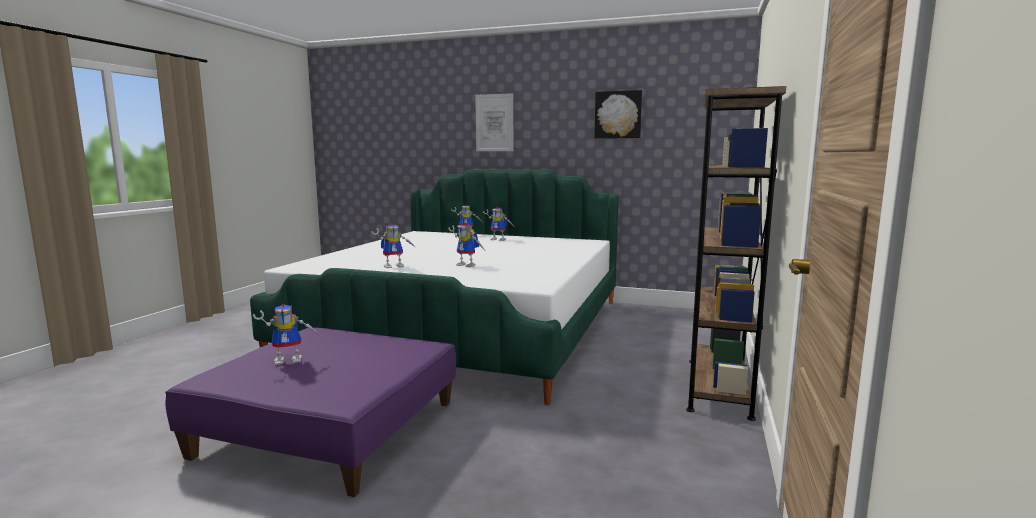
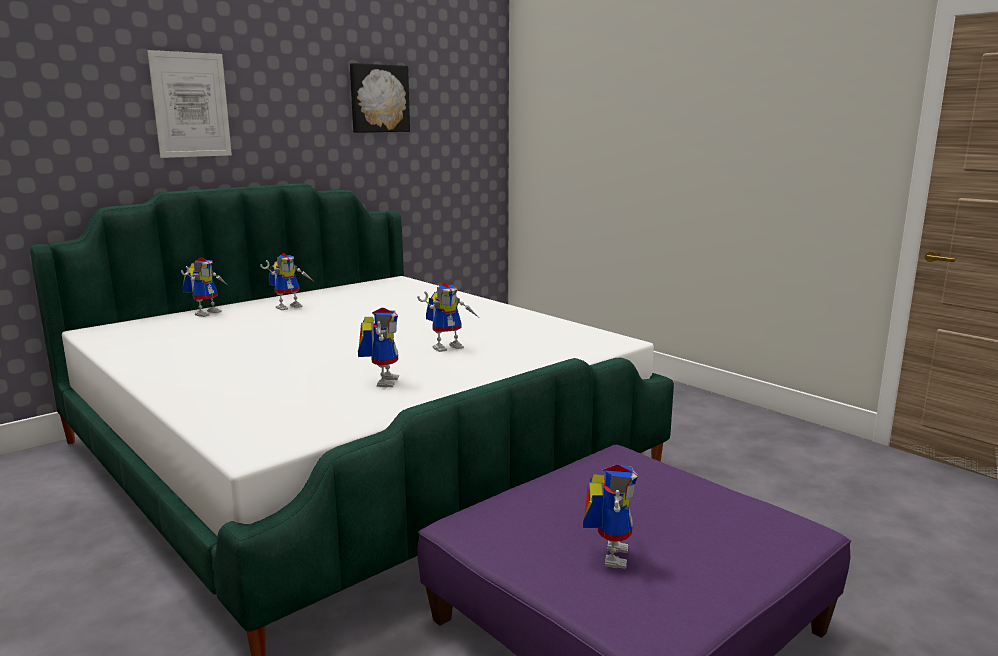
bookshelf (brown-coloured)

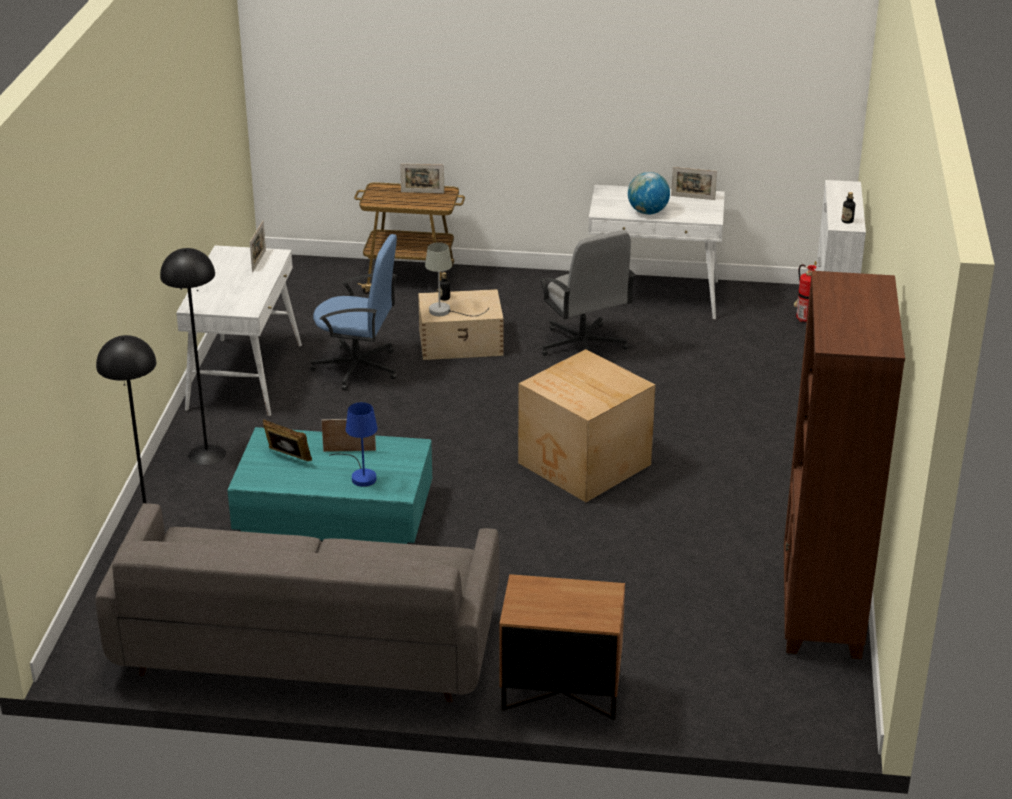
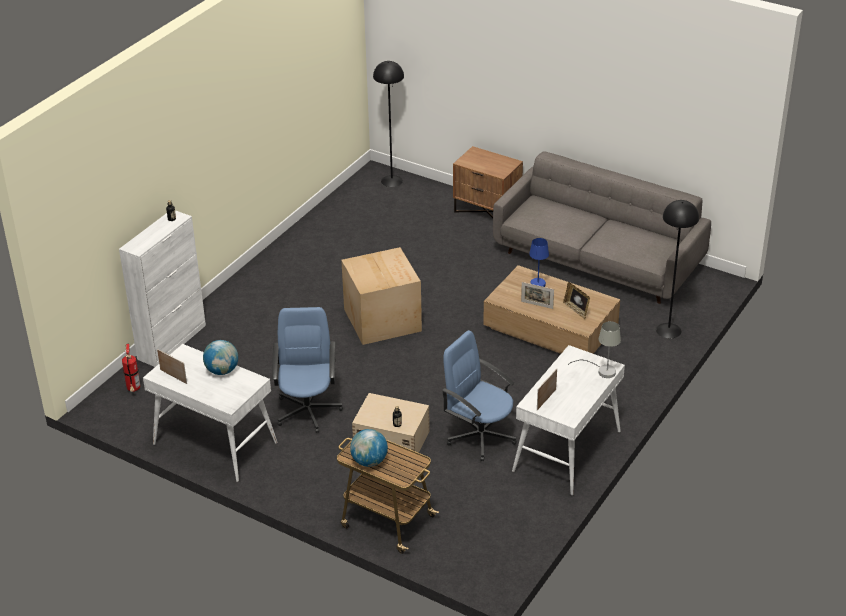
bookshelf (brown-coloured); floor lamp (blackish) (no. 1 from left); table lamp (grey); desk globe (no. 2 from left); lounge table (brown-coloured); office chair (blue) (no. 1 from left)

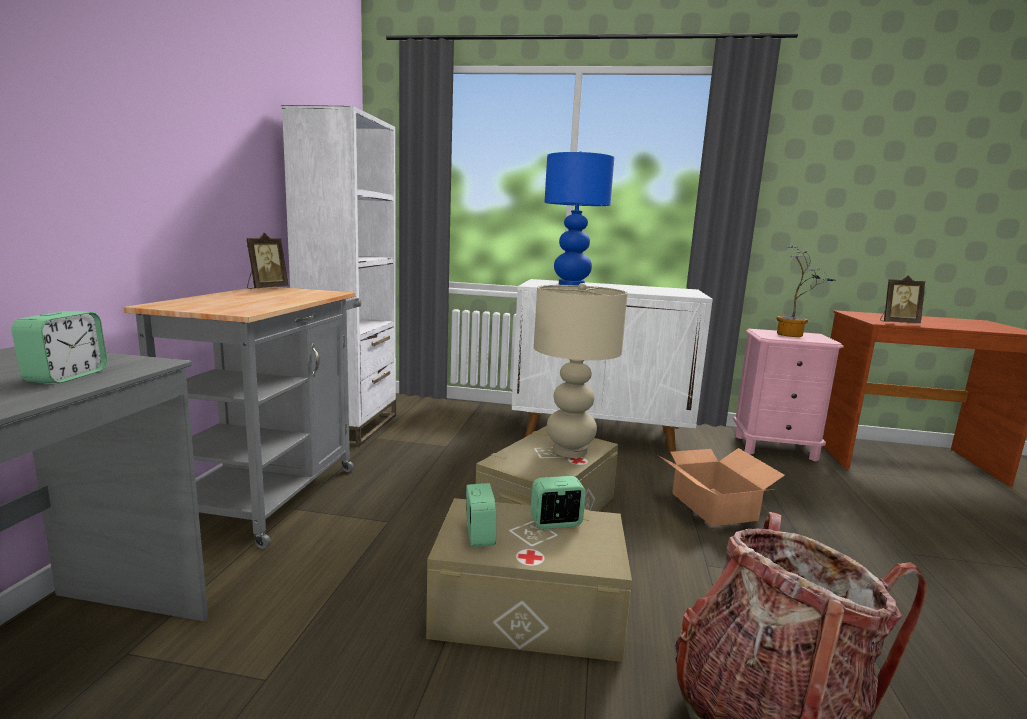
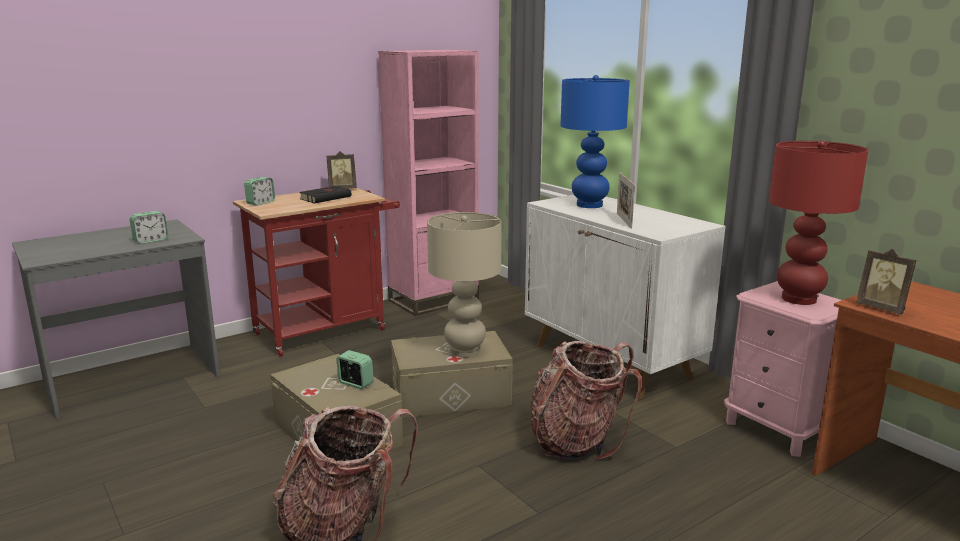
book (blackish); picture frame (no. 2 from left); alarm clock (no. 2 from left); backpack (no. 2 from left); table lamp (red); cart (red); bookshelf (pink)

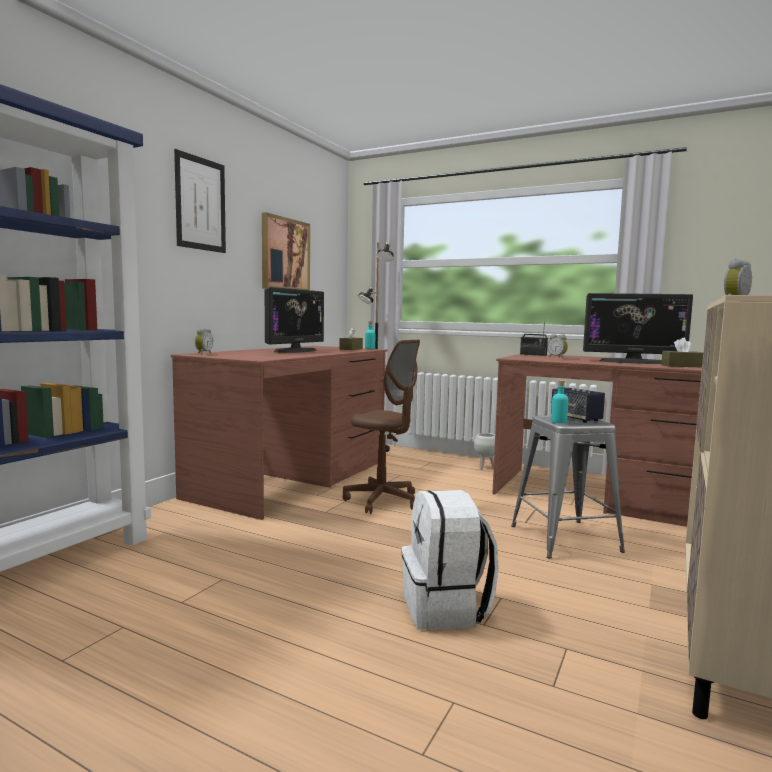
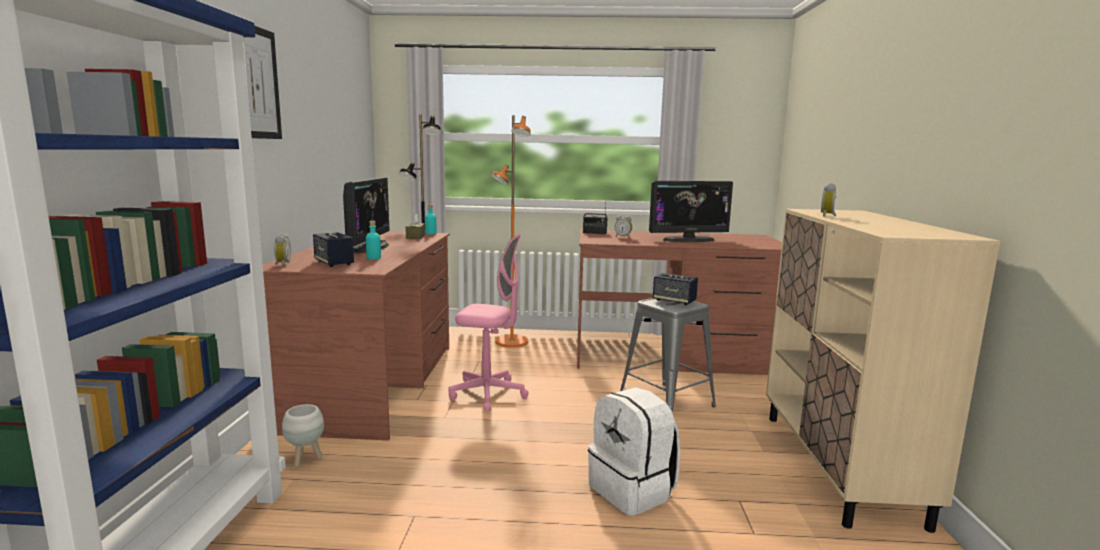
picture (no. 2 from left in the first image); tissue box (brown-coloured) (no. 2 from left in the first image); loudspeaker (no. 1 from left); floor lamp (orange); plant pot (white); bottle (turquoise-coloured) (no. 1 from left); office chair (pink)

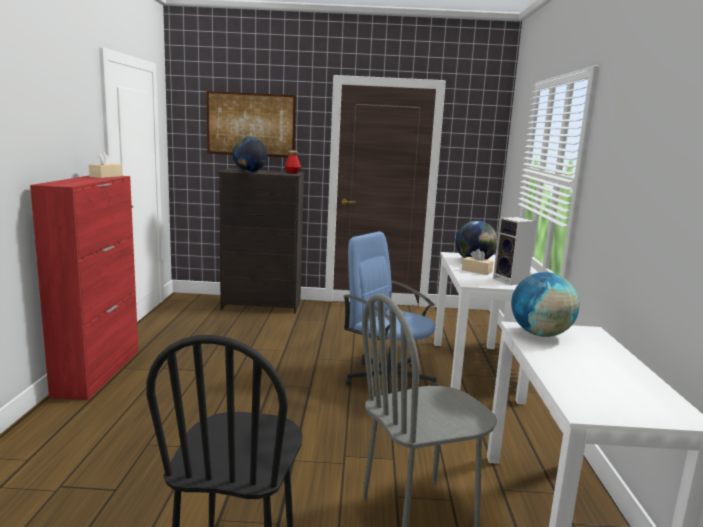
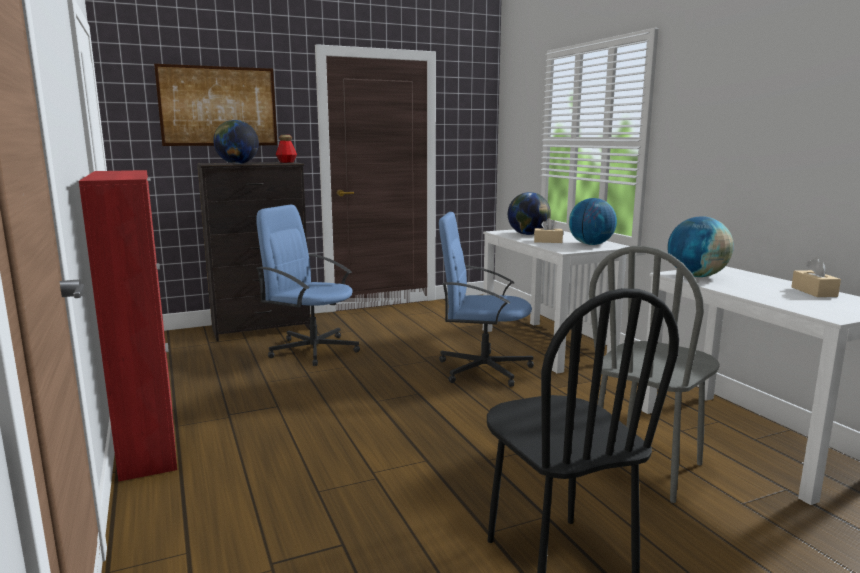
office chair (blue) (no. 1 from left); tissue box (beige-coloured) (no. 2 from left); desk globe (no. 3 from left)

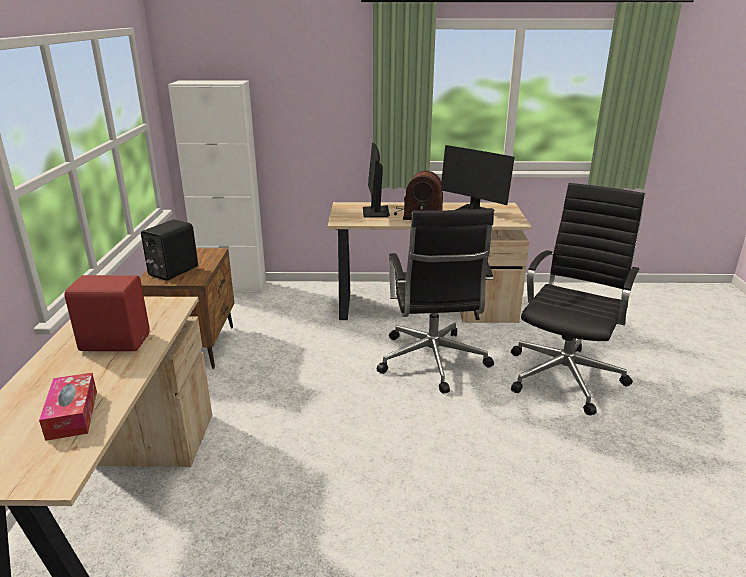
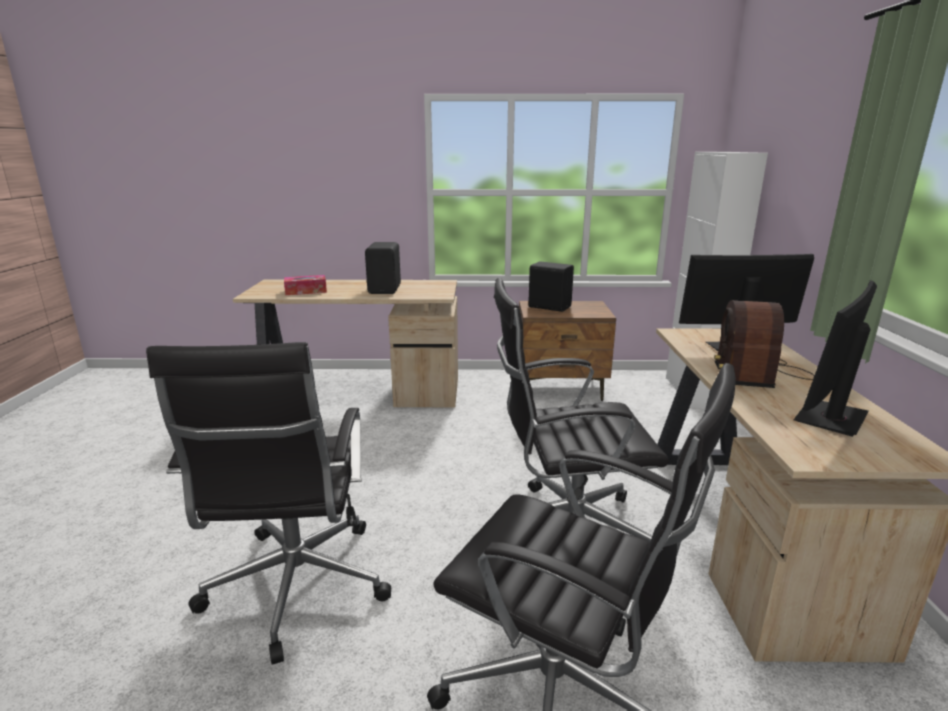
office chair (blackish) (no. 1 from left); loudspeaker (blackish) (no. 1 from left)

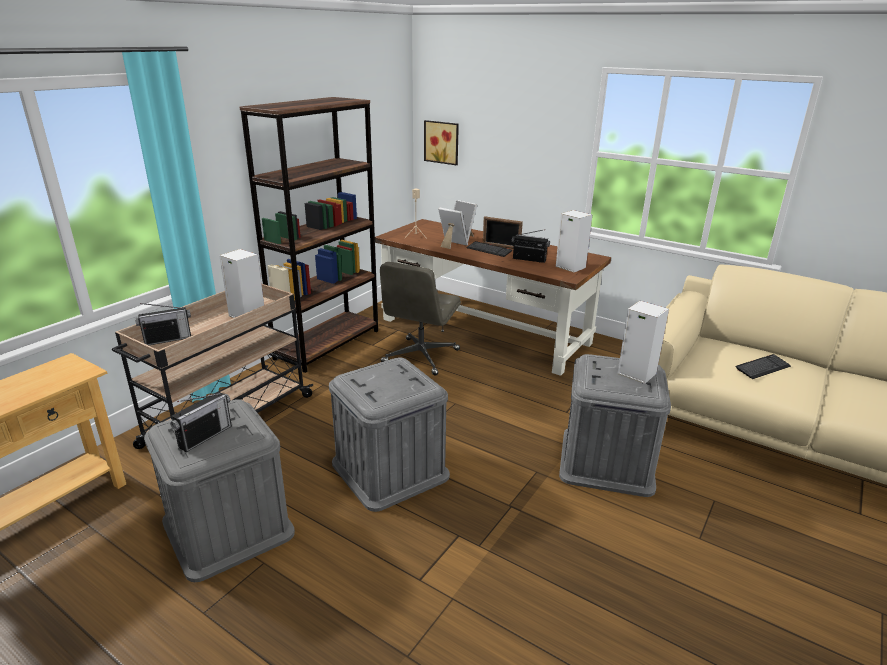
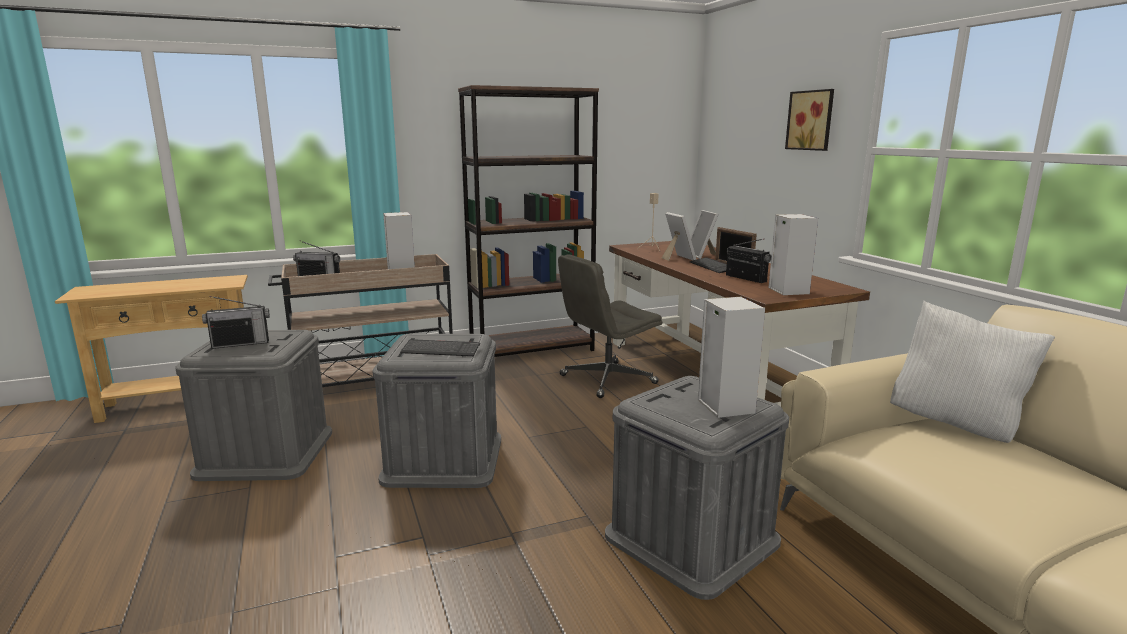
throw pillow (white); picture; PC keyboard (no. 1 from left)

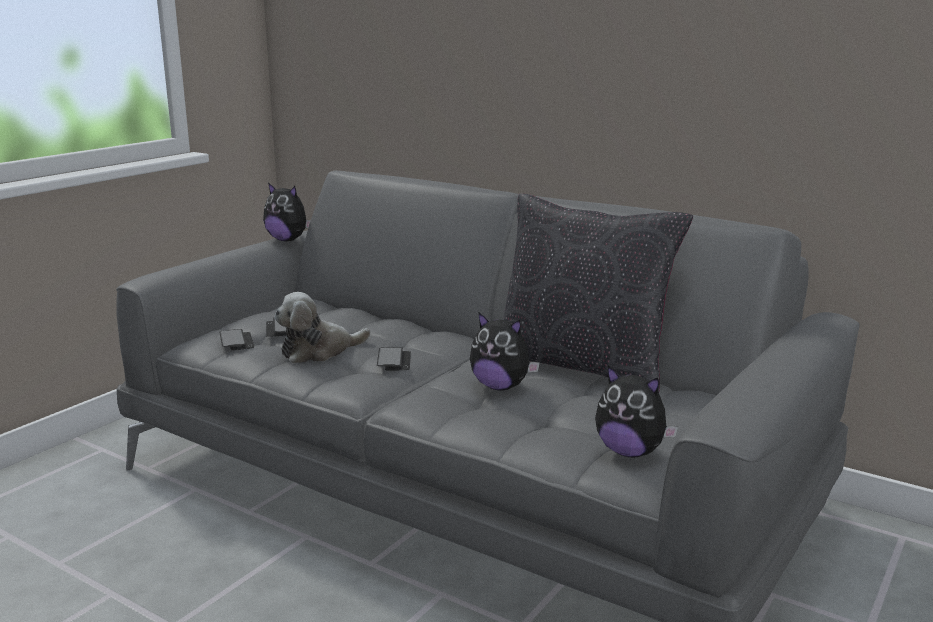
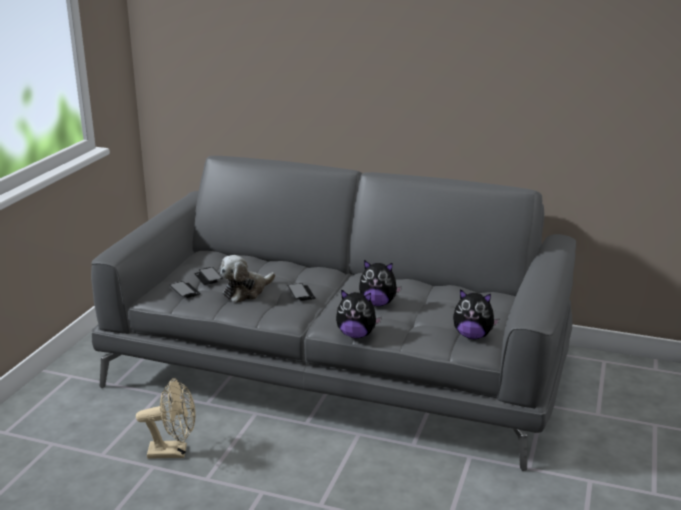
throw pillow (blackish); fan (beige-coloured); soft toy (no. 2 from left)

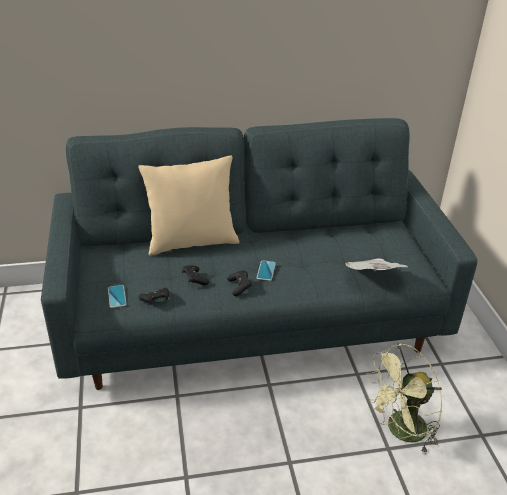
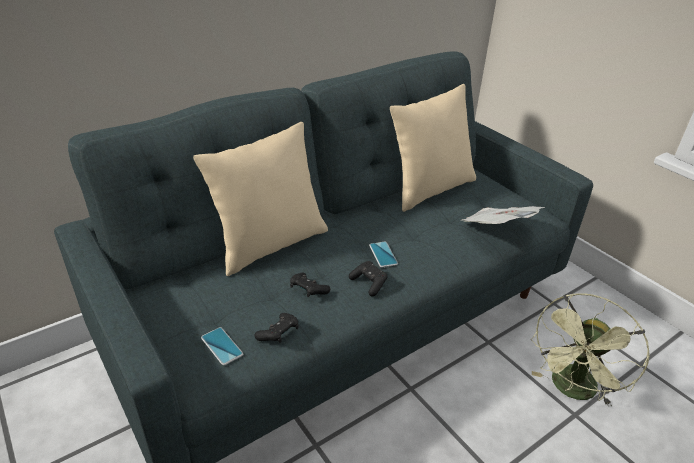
throw pillow (beige-coloured) (no. 2 from left)

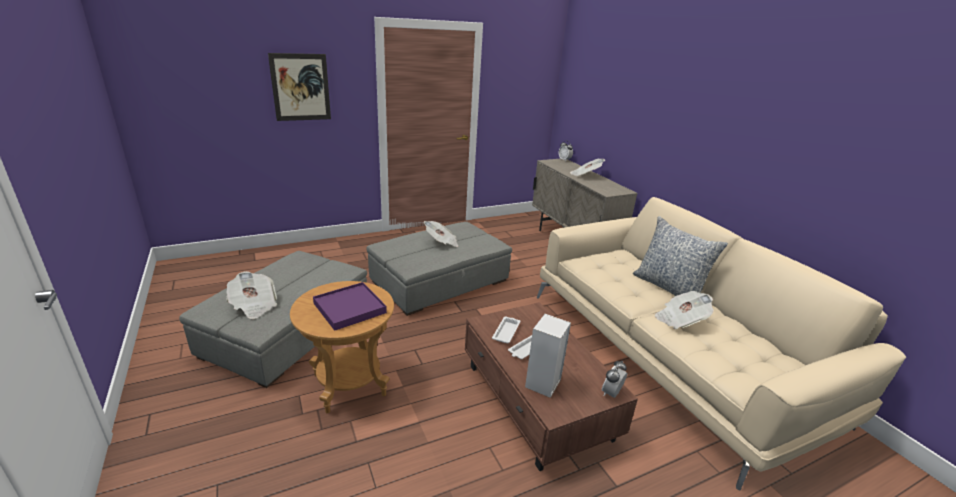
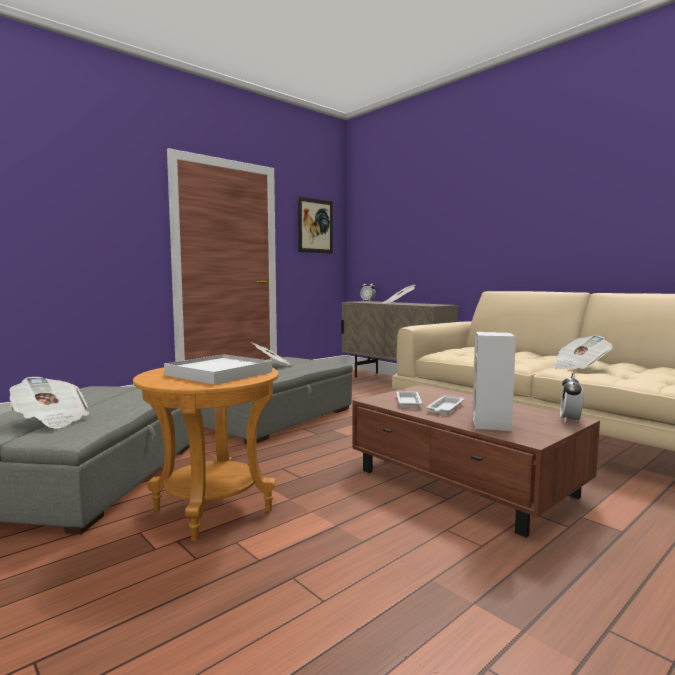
throw pillow; picture; carrying tray (white) (no. 1 from left)

